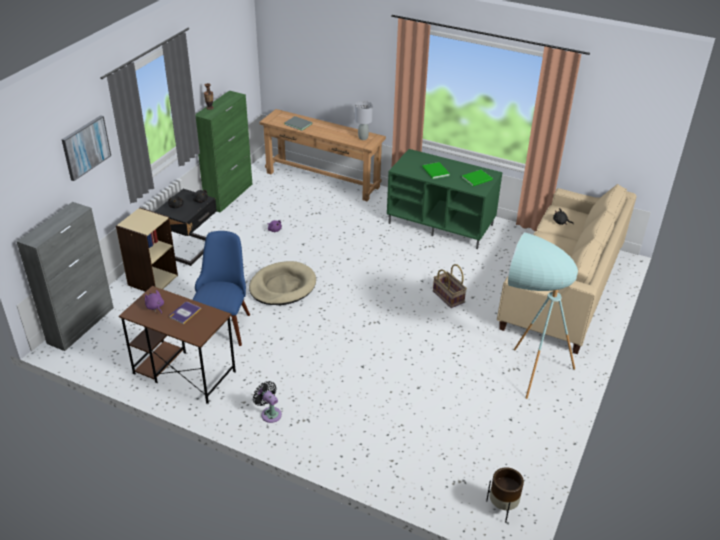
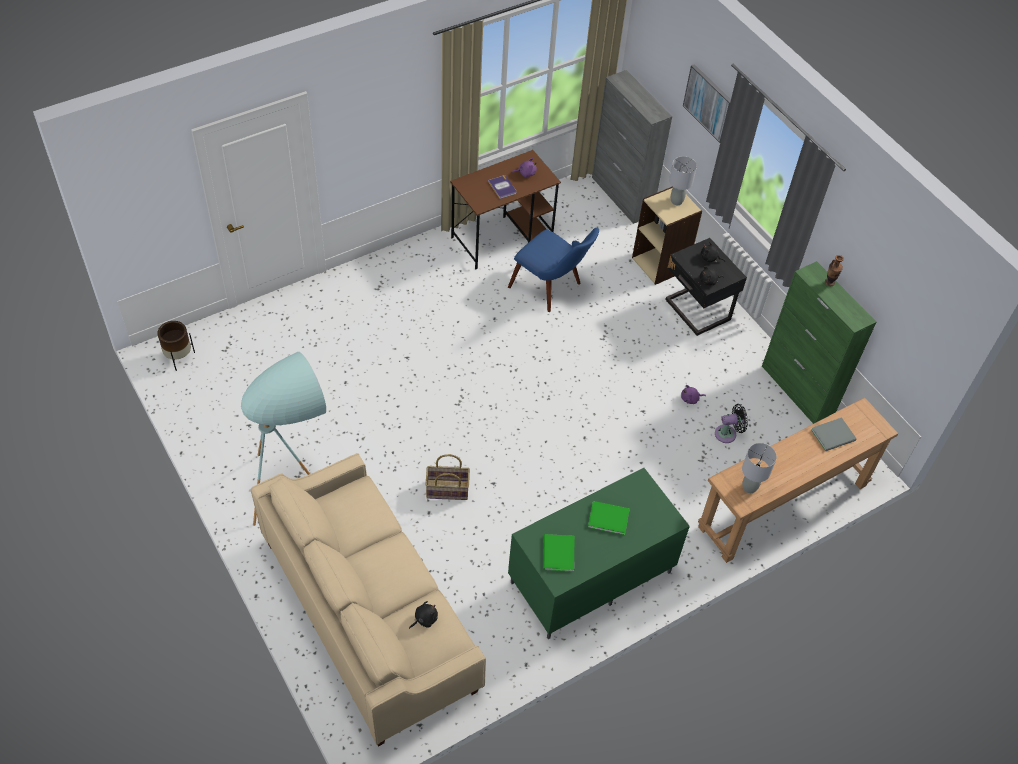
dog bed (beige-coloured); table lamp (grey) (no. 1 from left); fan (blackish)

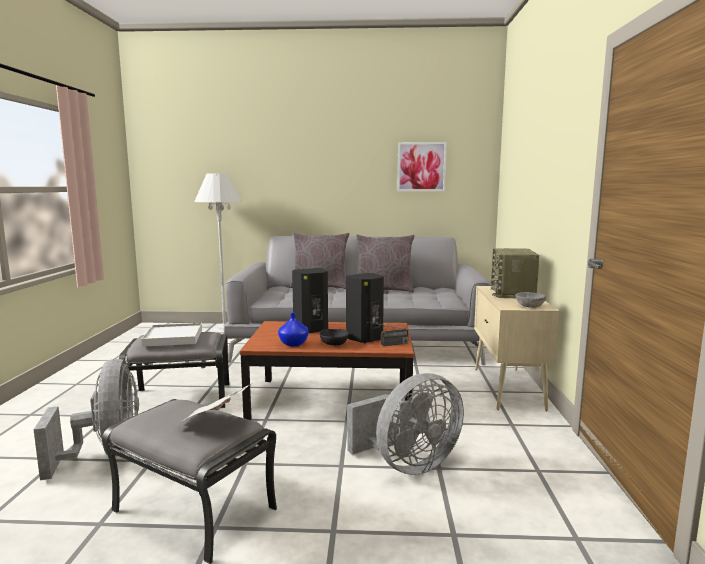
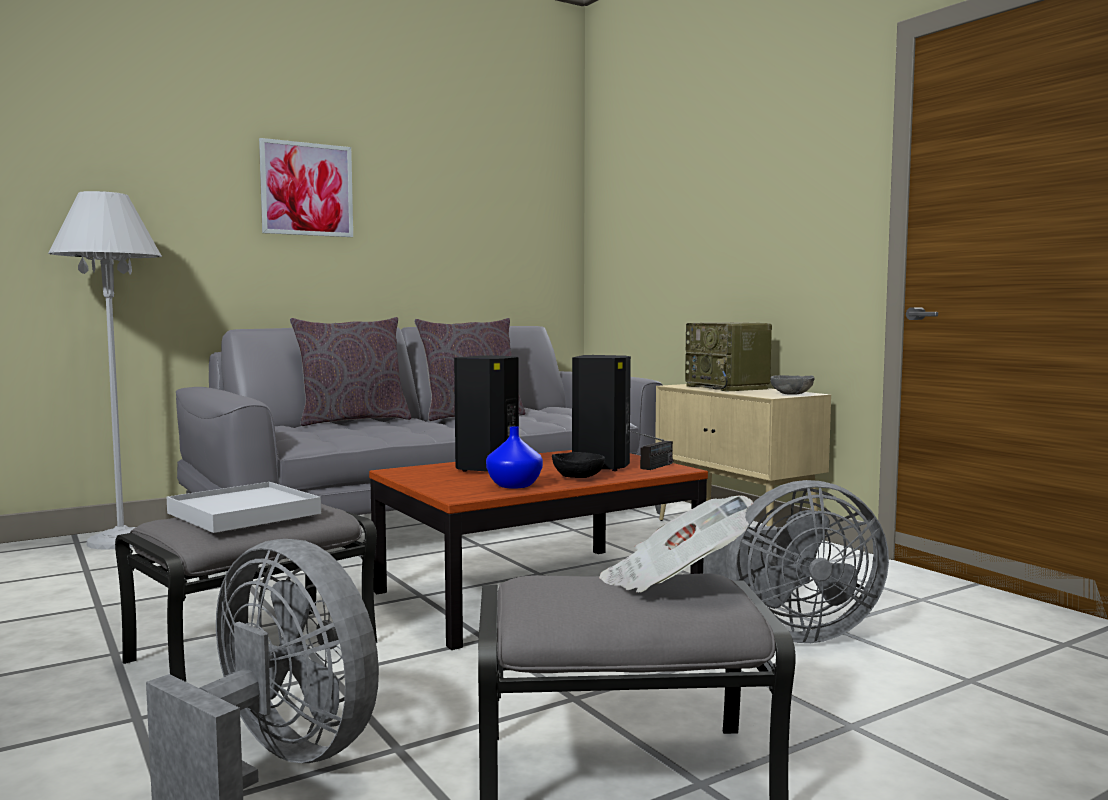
picture; fan (grey) (no. 2 from left)

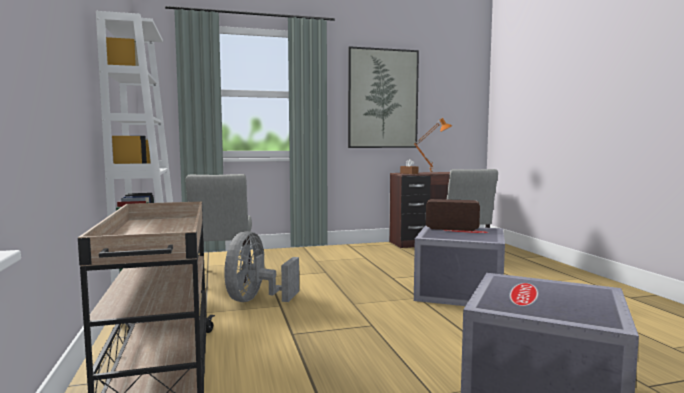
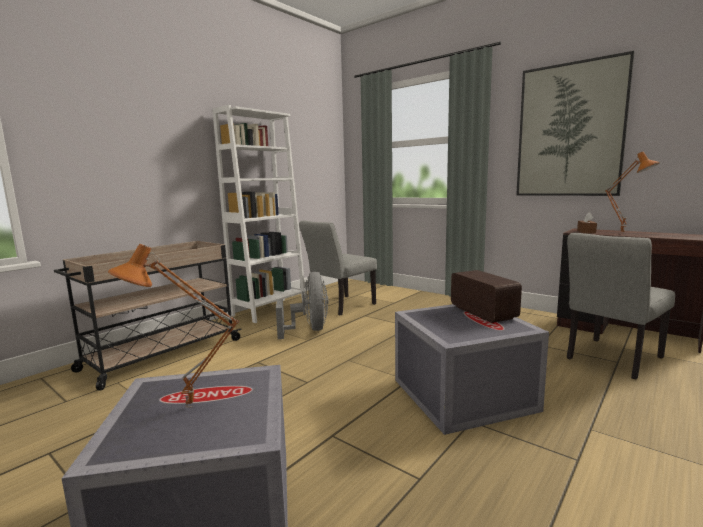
table lamp (orange) (no. 1 from left); fan (grey)

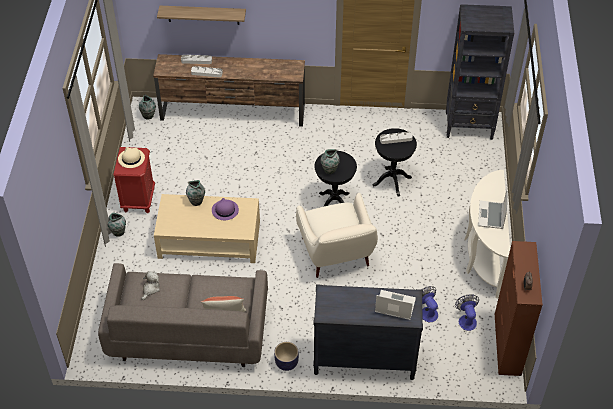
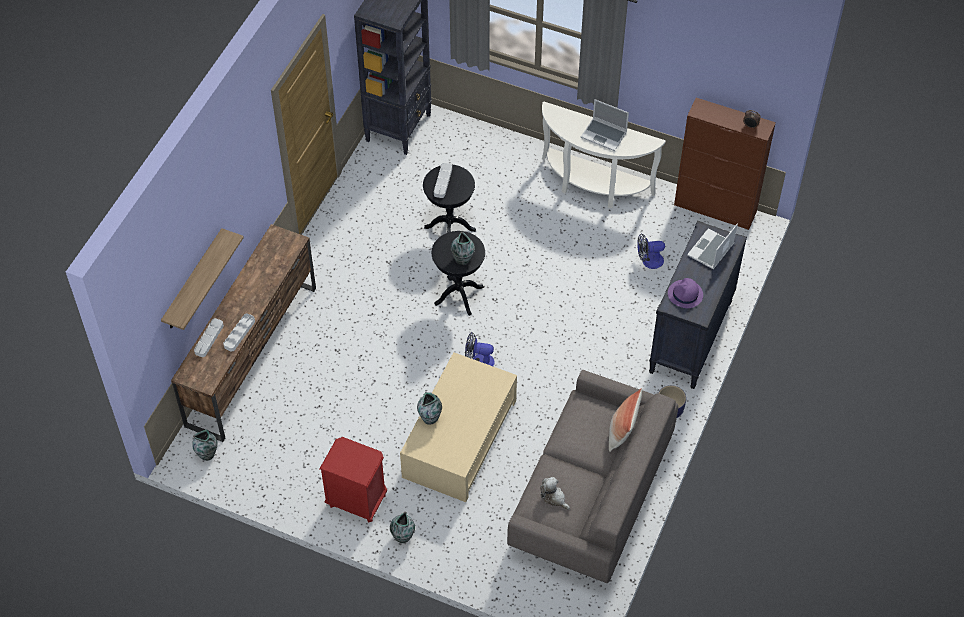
wearable hat (beige-coloured); easy chair (white); wearable hat (purple); fan (no. 1 from left)

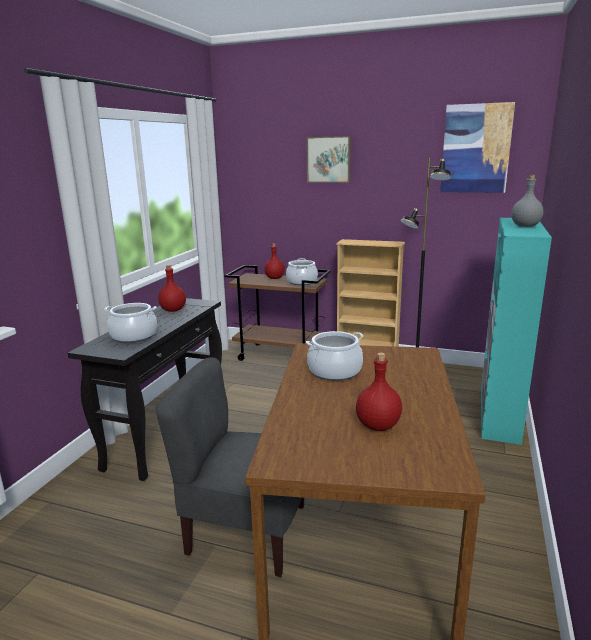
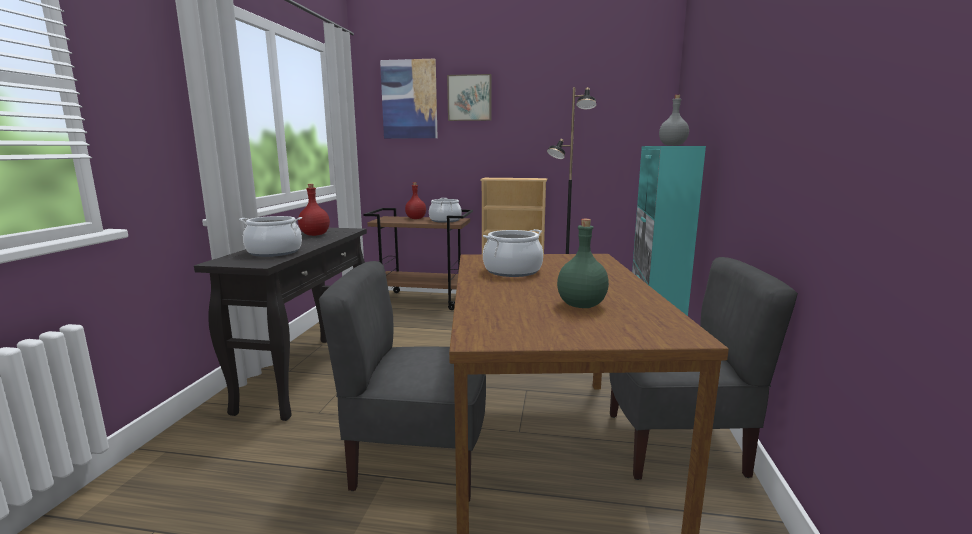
plain chair (grey) (no. 2 from left); picture (no. 1 from left); bottle (greenish)

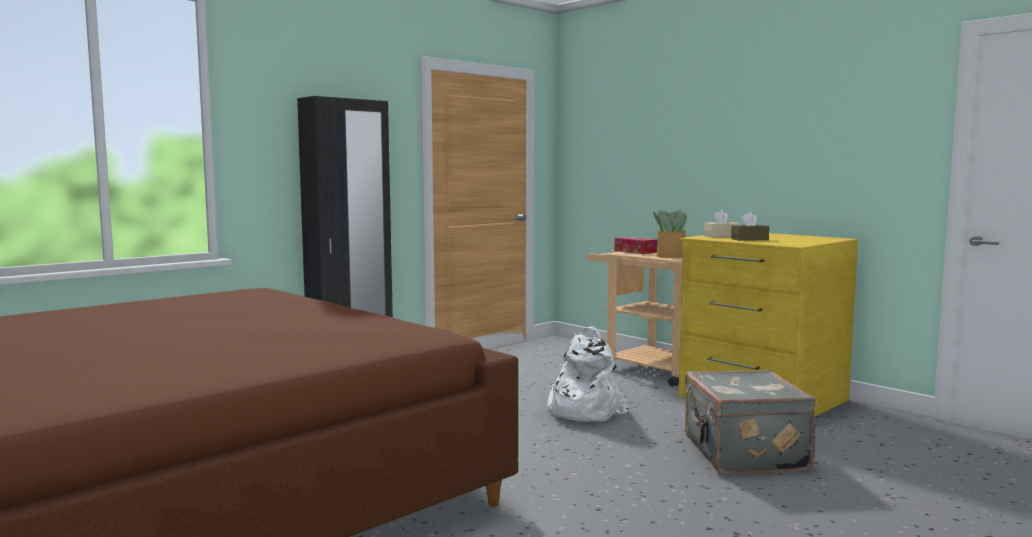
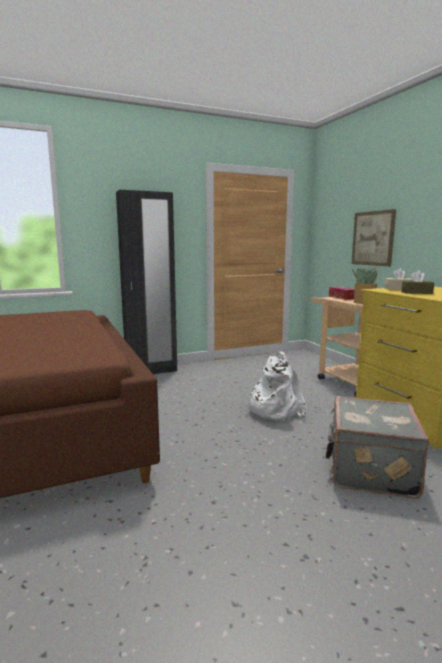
picture

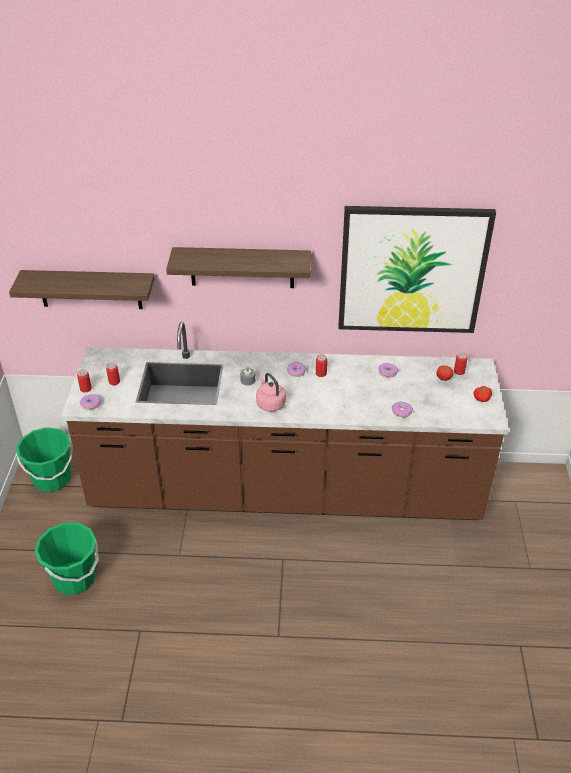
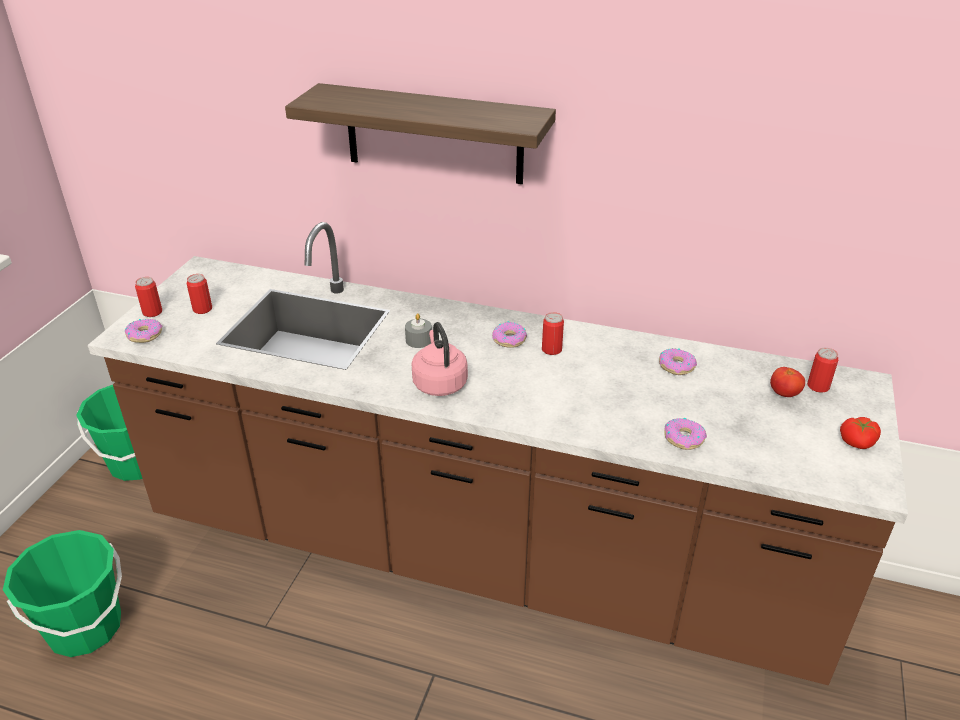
bracket shelf (no. 1 from left in the first image); picture

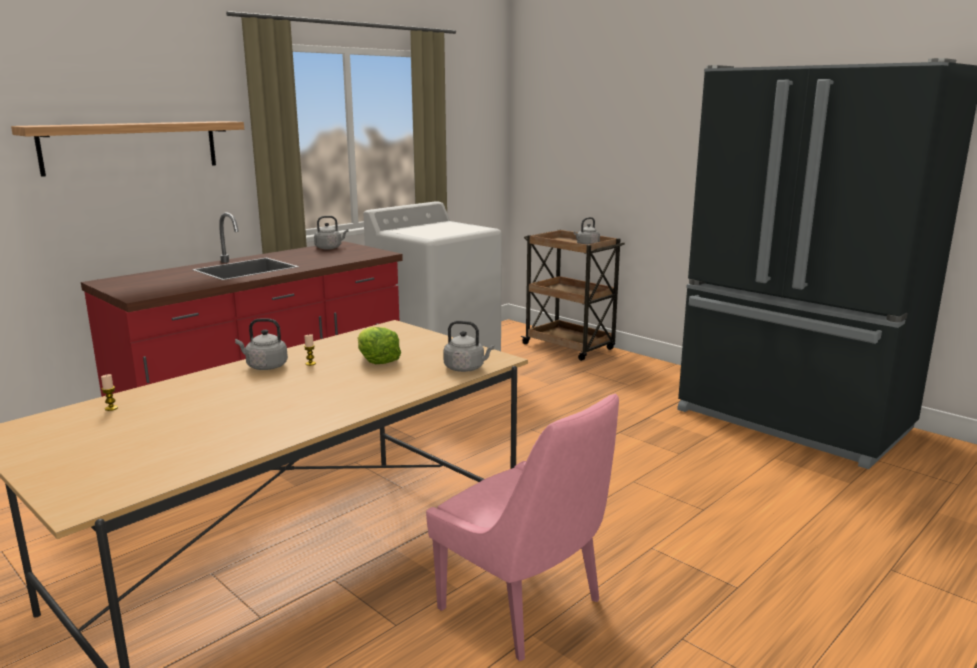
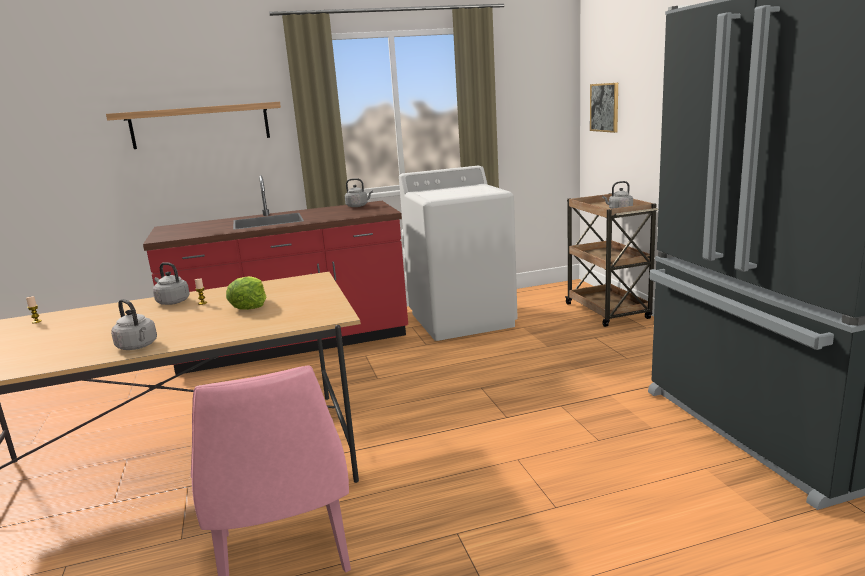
picture; water kettle (grey) (no. 1 from left)

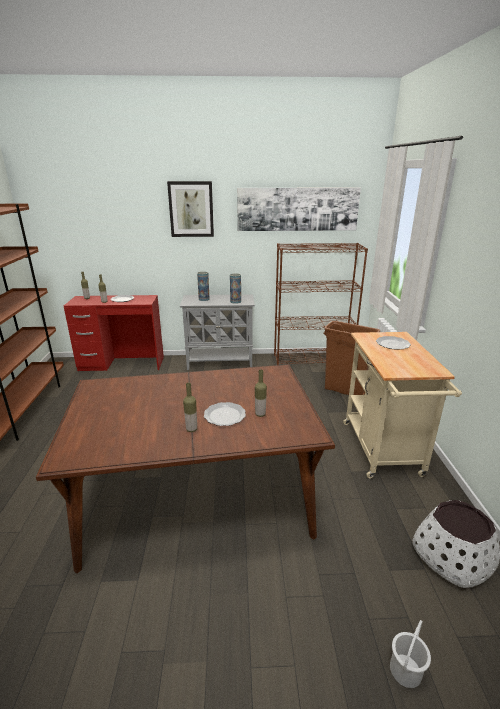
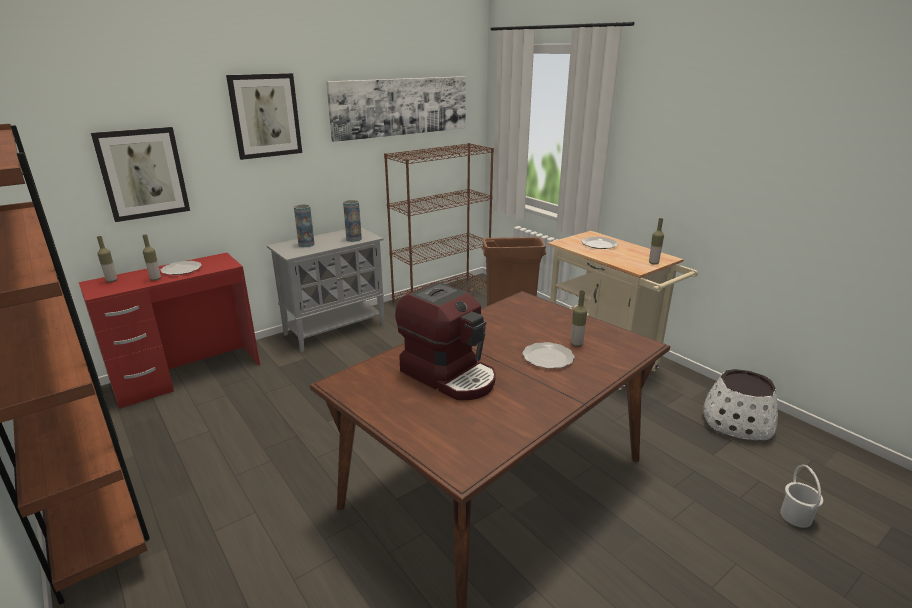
picture (no. 1 from left); coffee machine; bottle (no. 4 from left)

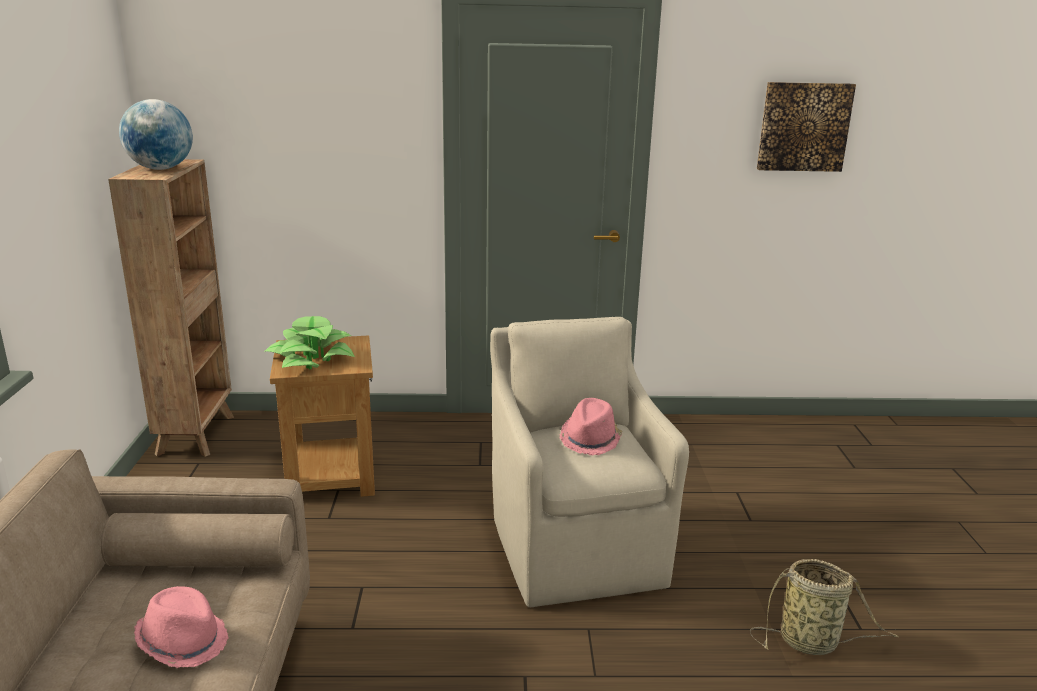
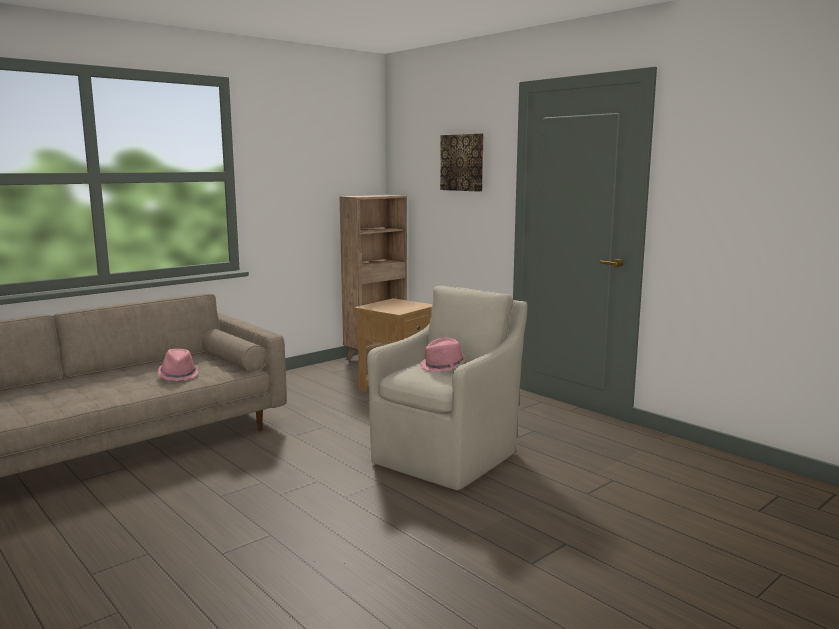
desk globe; plant in a pot; basket; picture

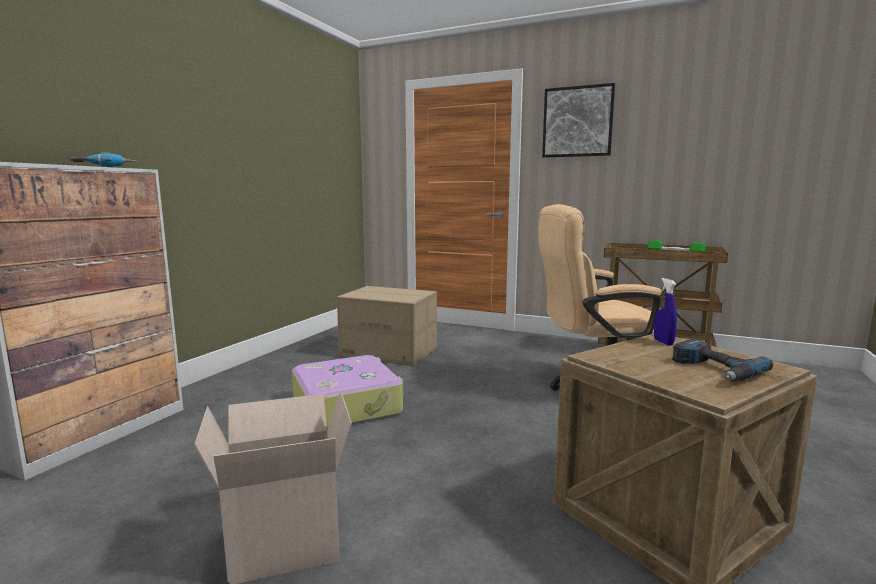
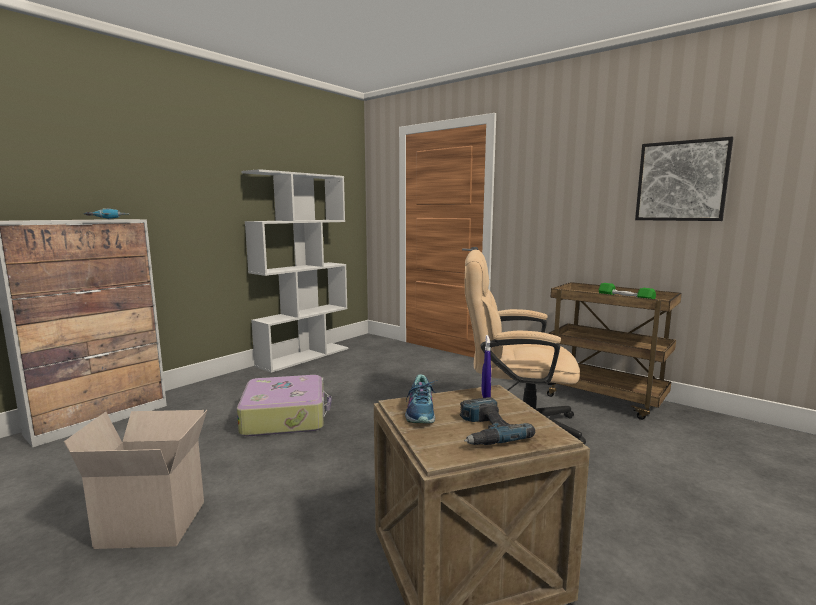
packing box (no. 2 from left in the first image); bookshelf (white); item of footwear; picture

